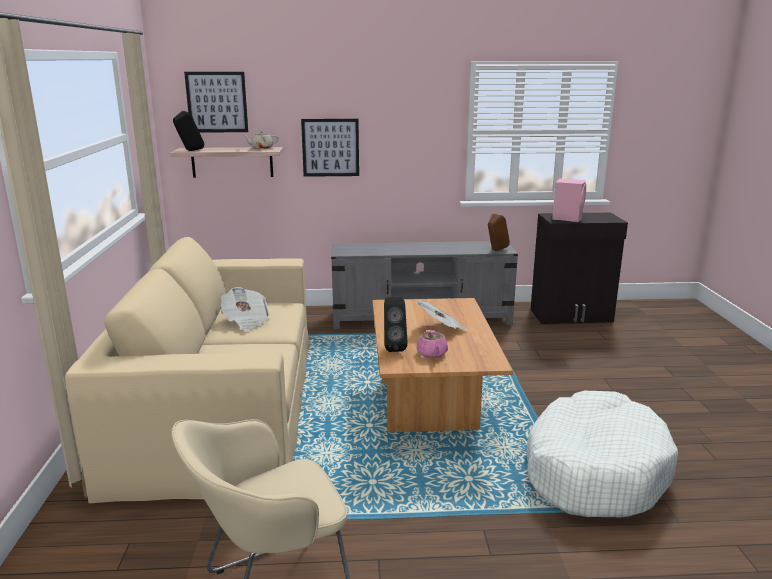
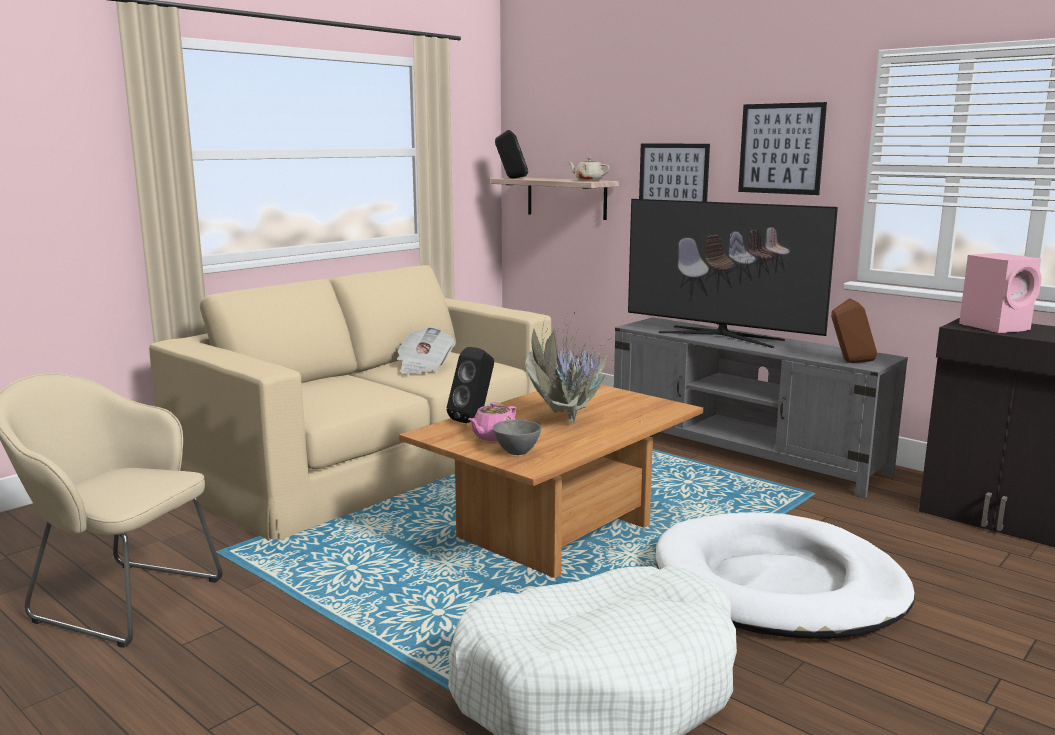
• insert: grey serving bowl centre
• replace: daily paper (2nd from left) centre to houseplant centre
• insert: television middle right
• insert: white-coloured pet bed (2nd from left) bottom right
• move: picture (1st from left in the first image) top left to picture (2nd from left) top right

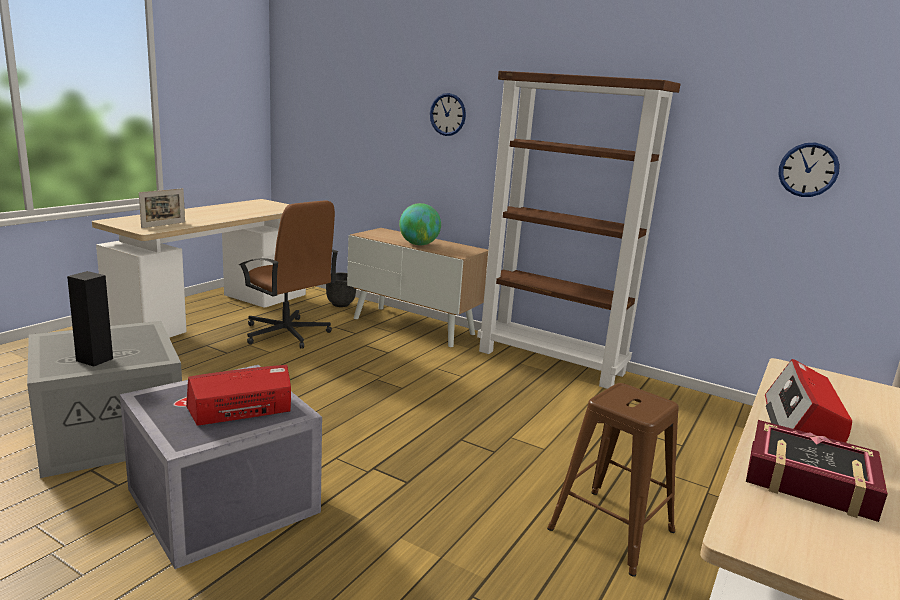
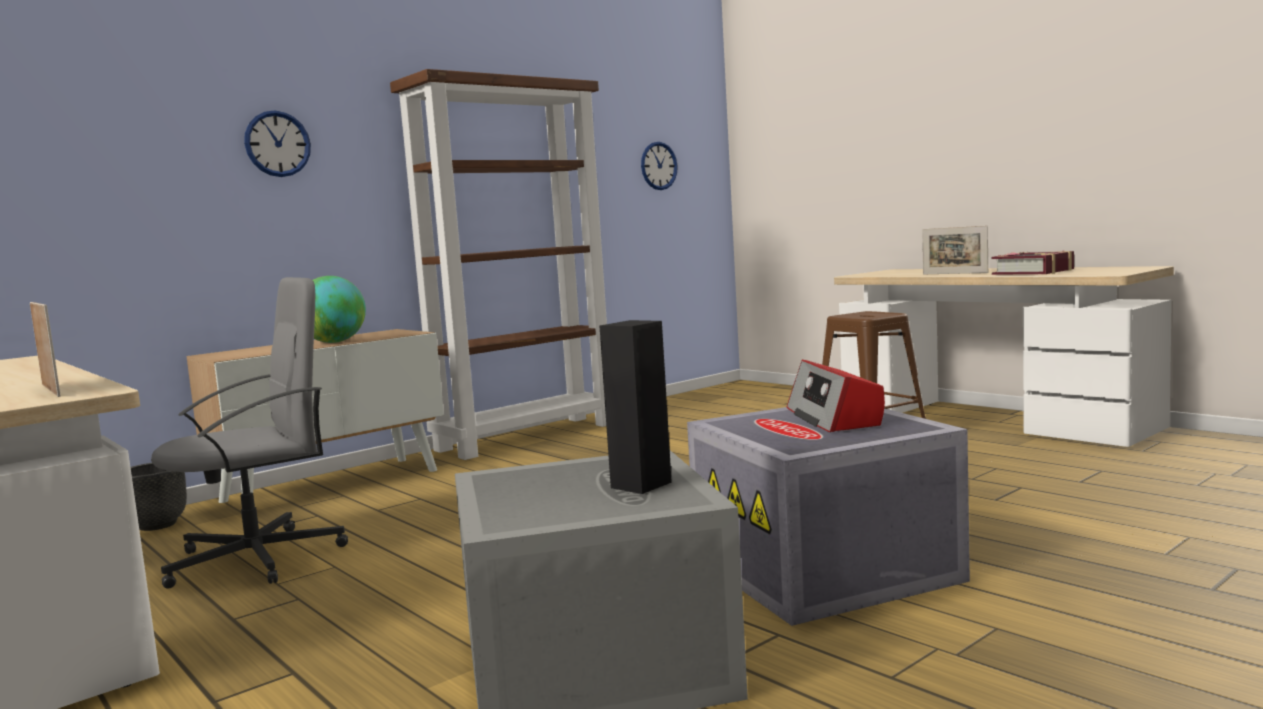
• recolor: brown-coloured computer chair middle left to grey computer chair middle left
• replace: radio (2nd from left) bottom right to photo frame (2nd from left) middle right

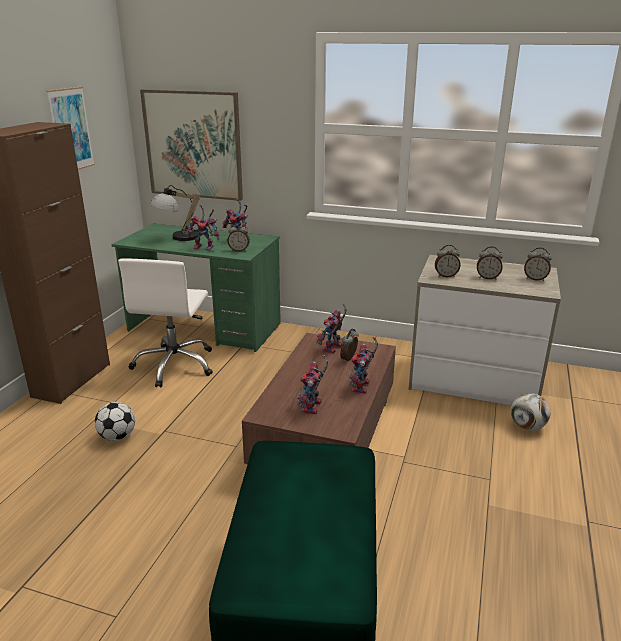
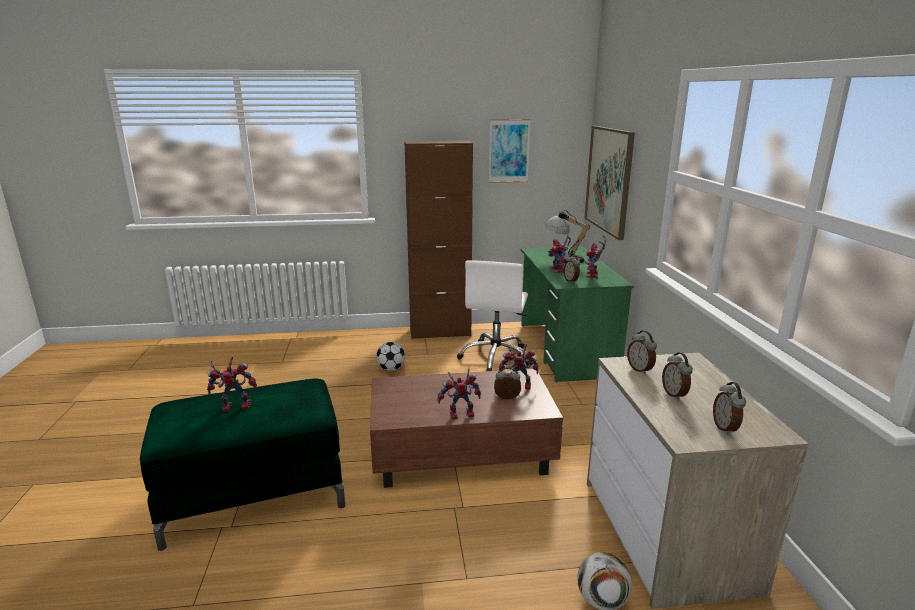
• move: robot figure (3rd from left in the first image) centre to robot figure (1st from left) middle left
• rotate: white-coloured computer chair middle left = centre 60 degrees counterclockwise

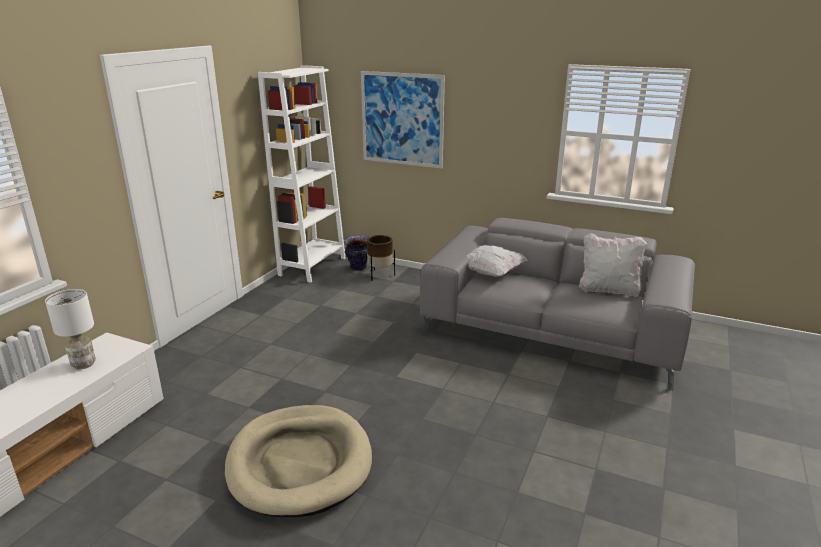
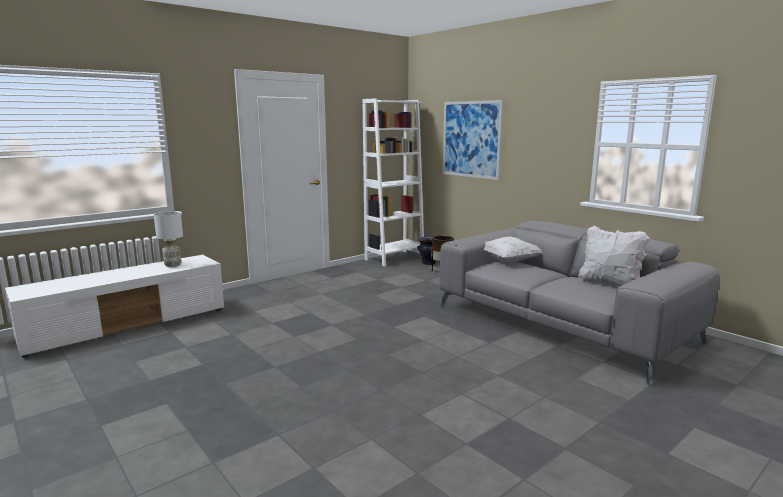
• delete: beige pet bed bottom centre

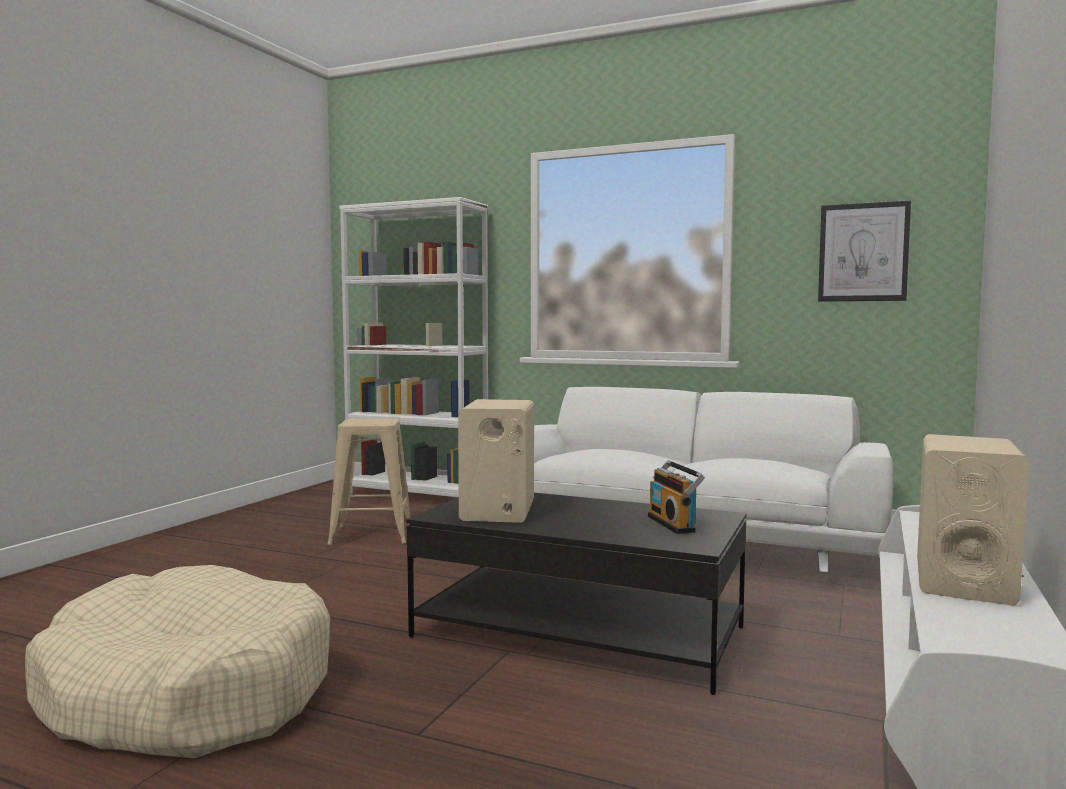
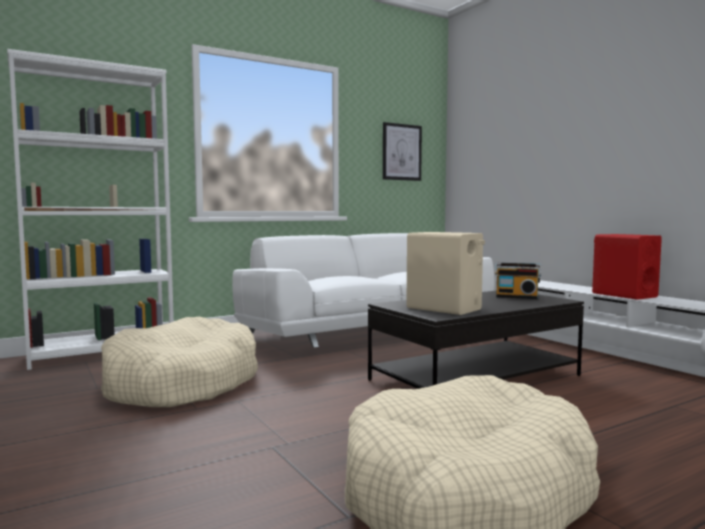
• replace: beige stool centre to beige pet bed (1st from left) bottom left
• recolor: beige loudspeaker (2nd from left) middle right to reddish loudspeaker middle right

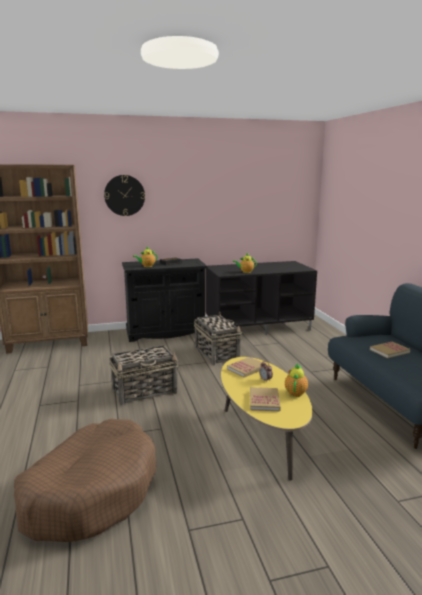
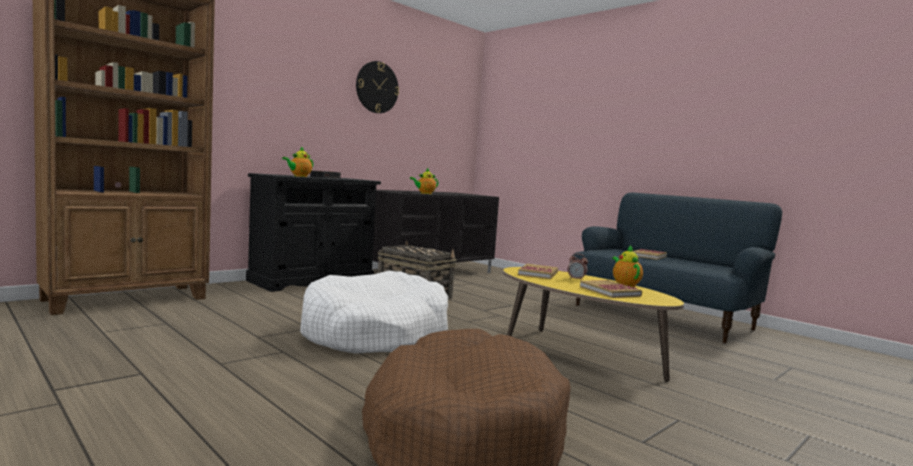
• replace: storage basket (1st from left) centre to white-coloured pet bed bottom centre
• move: wall clock top left to top centre

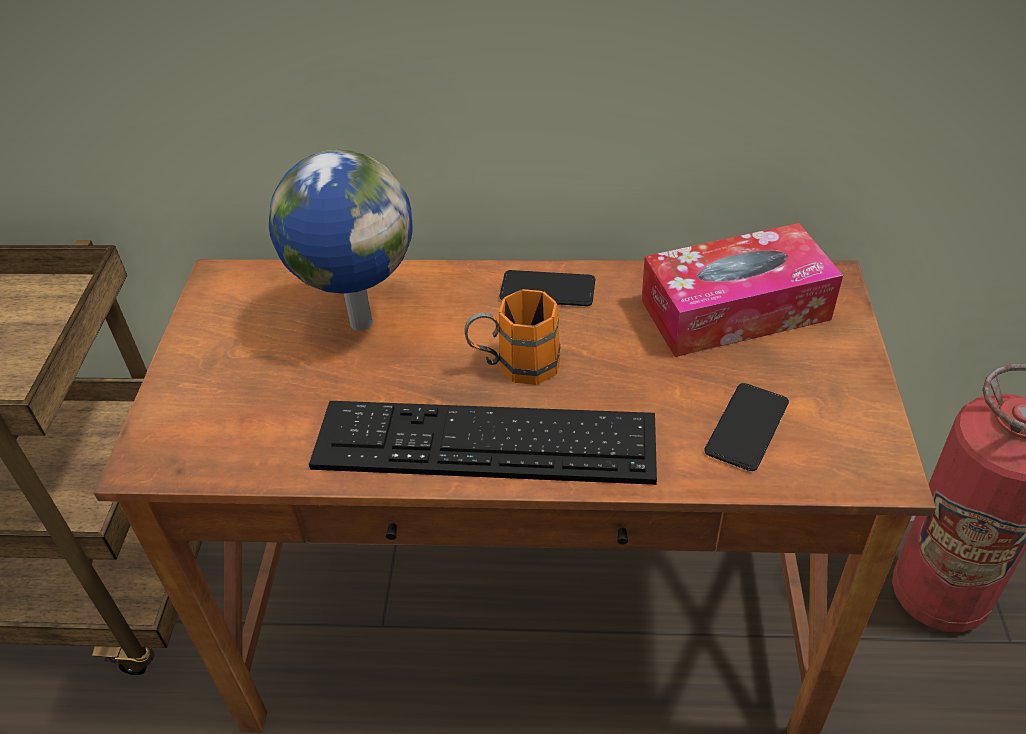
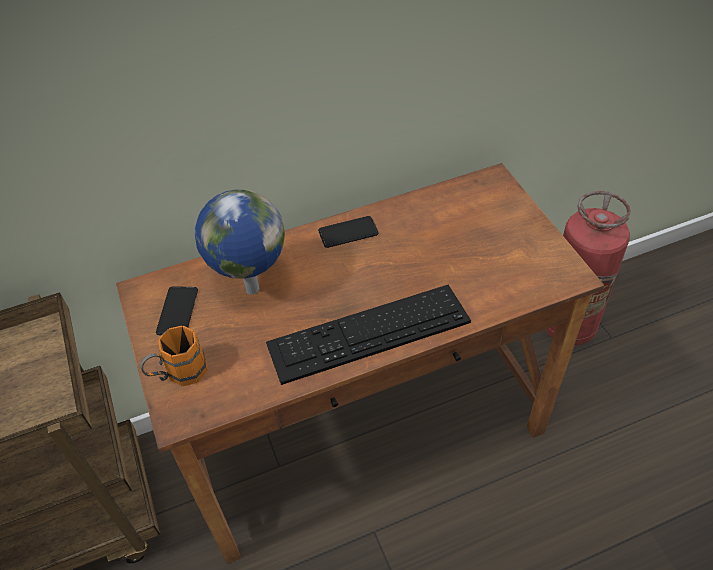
• move: orangey mug centre to middle left
• move: handset (2nd from left in the first image) middle right to handset (1st from left) middle left
• delete: box of tissues middle right

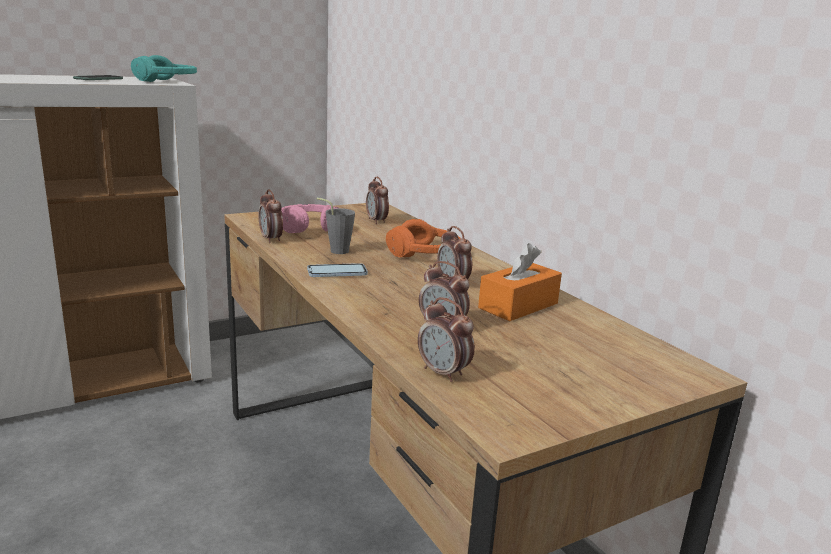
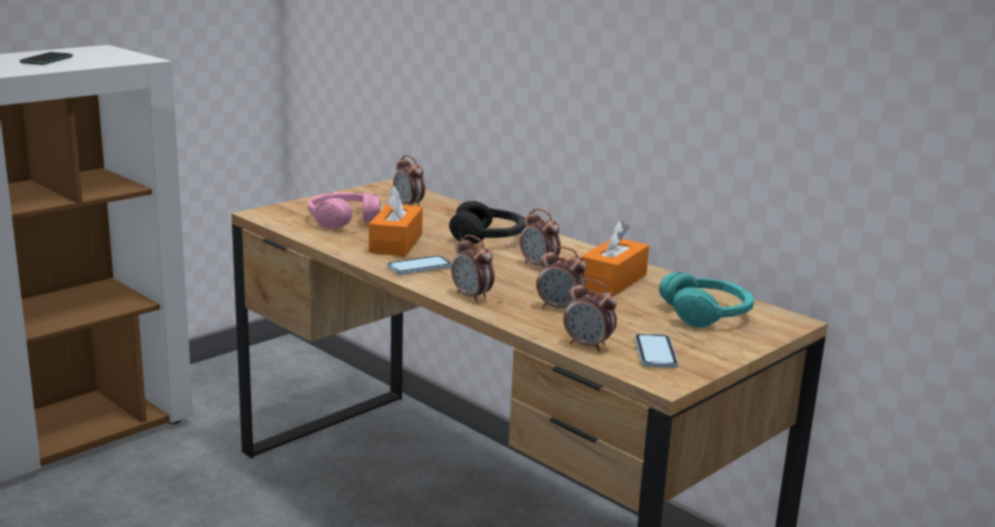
• replace: grey cup centre to orangey box of tissues (1st from left) centre
• recolor: orangey pair of headphones centre to black-coloured pair of headphones centre
• move: table clock (1st from left in the first image) middle left to table clock (2nd from left) centre
• insert: handset (3rd from left) centre
• move: turquoise-coloured pair of headphones top left to middle right

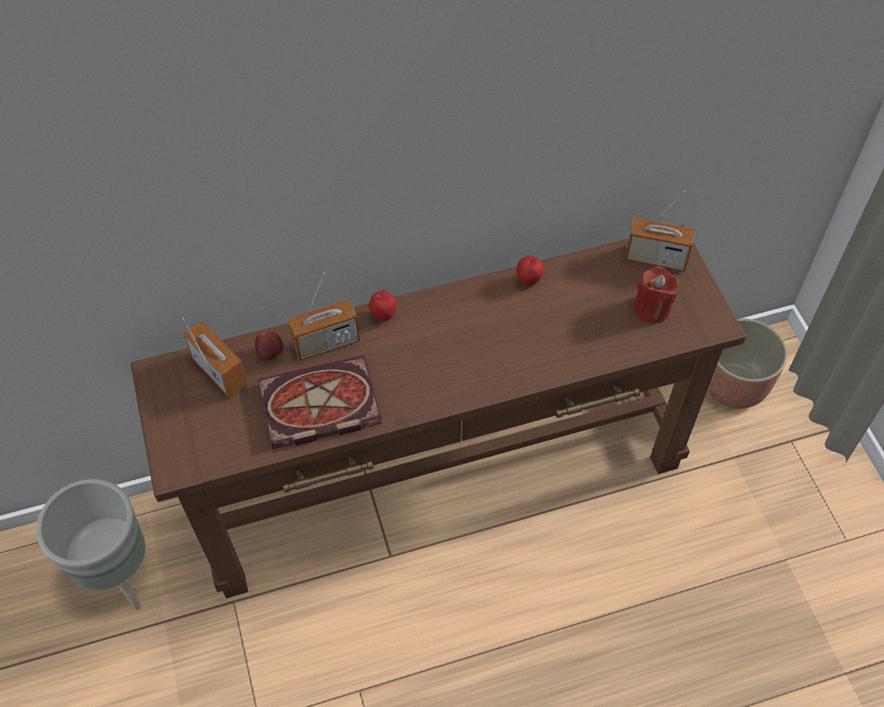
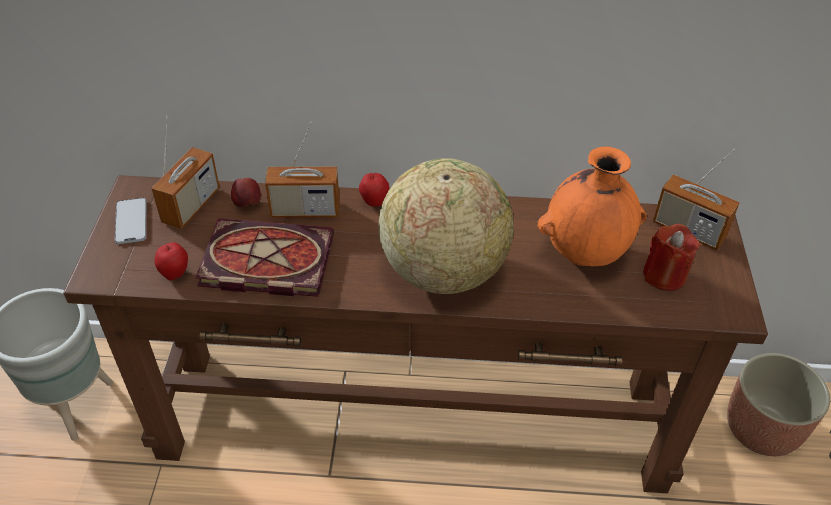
• insert: handset middle left
• rotate: radio (1st from left) middle left = middle left 45 degrees clockwise
• move: apple fruit (3rd from left in the first image) centre to apple fruit (1st from left) middle left
• insert: desk globe centre
• insert: orangey vase middle right

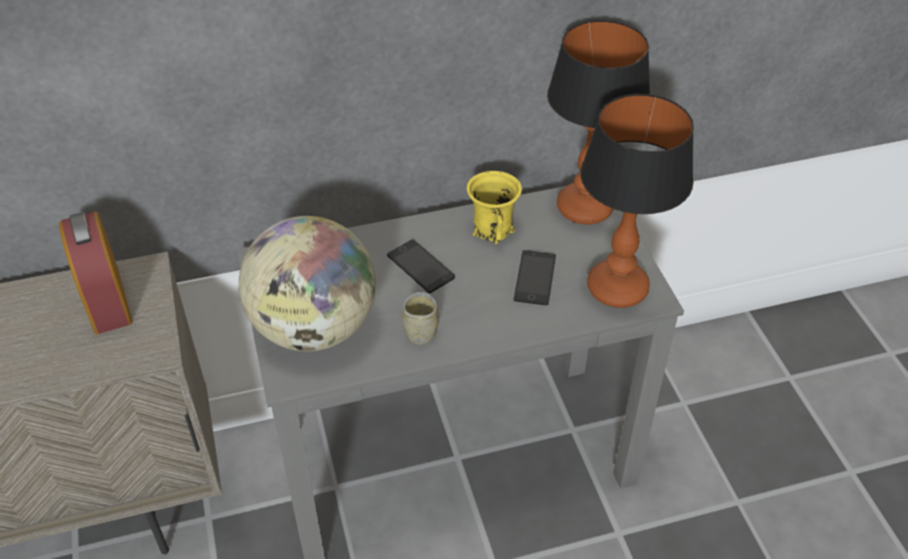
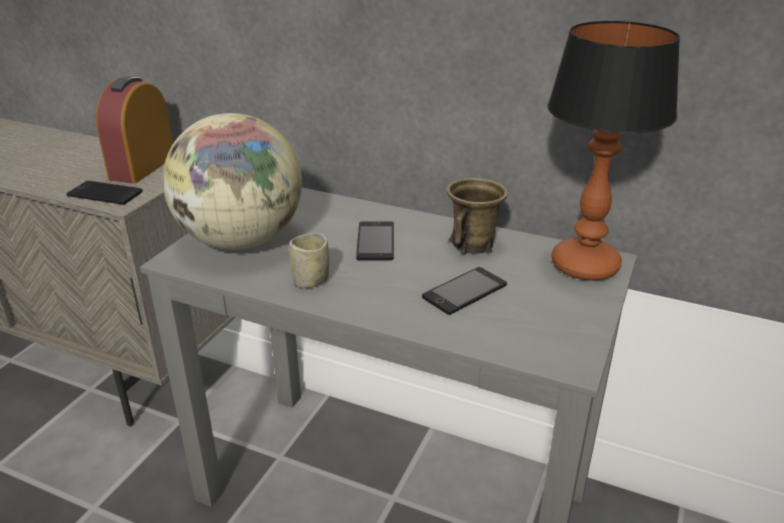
• insert: handset (1st from left) middle left
• recolor: yellow-coloured mug centre to brown-coloured mug centre
• delete: lamp for a table (2nd from left) middle right

